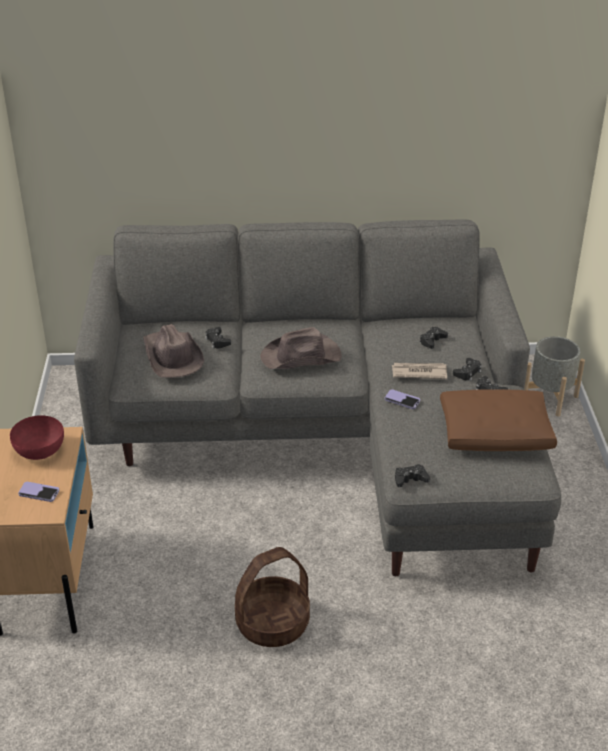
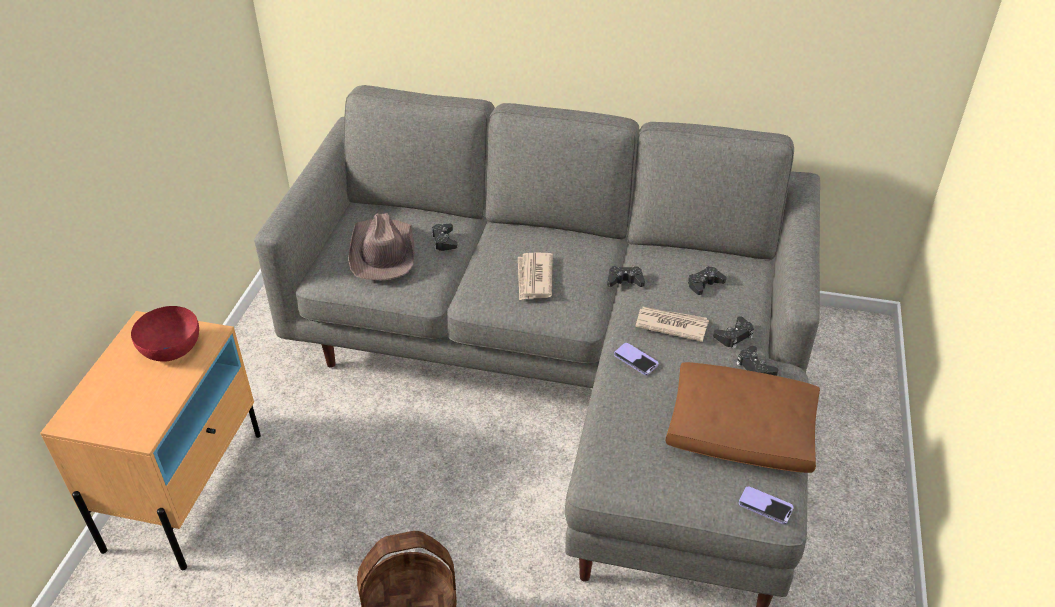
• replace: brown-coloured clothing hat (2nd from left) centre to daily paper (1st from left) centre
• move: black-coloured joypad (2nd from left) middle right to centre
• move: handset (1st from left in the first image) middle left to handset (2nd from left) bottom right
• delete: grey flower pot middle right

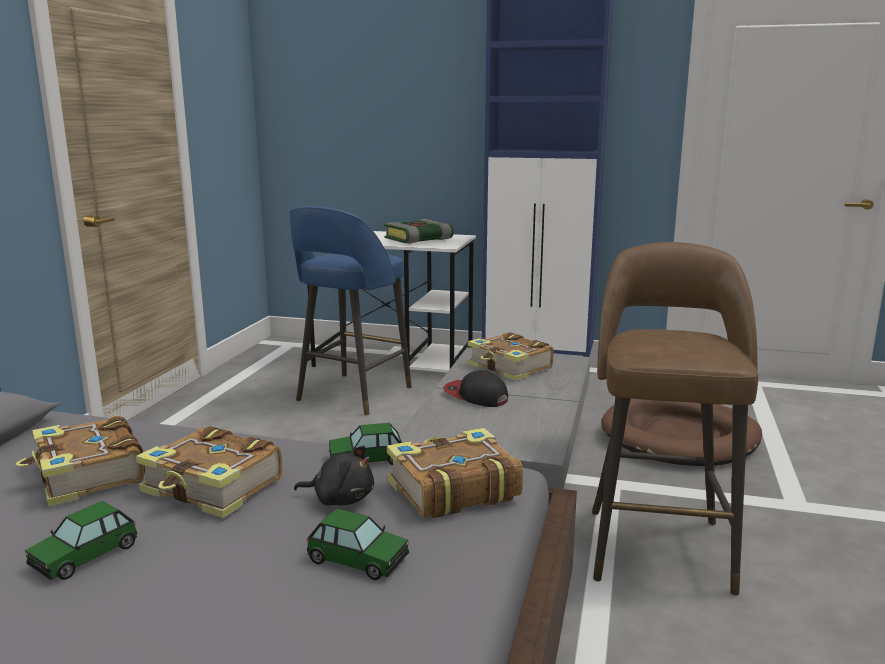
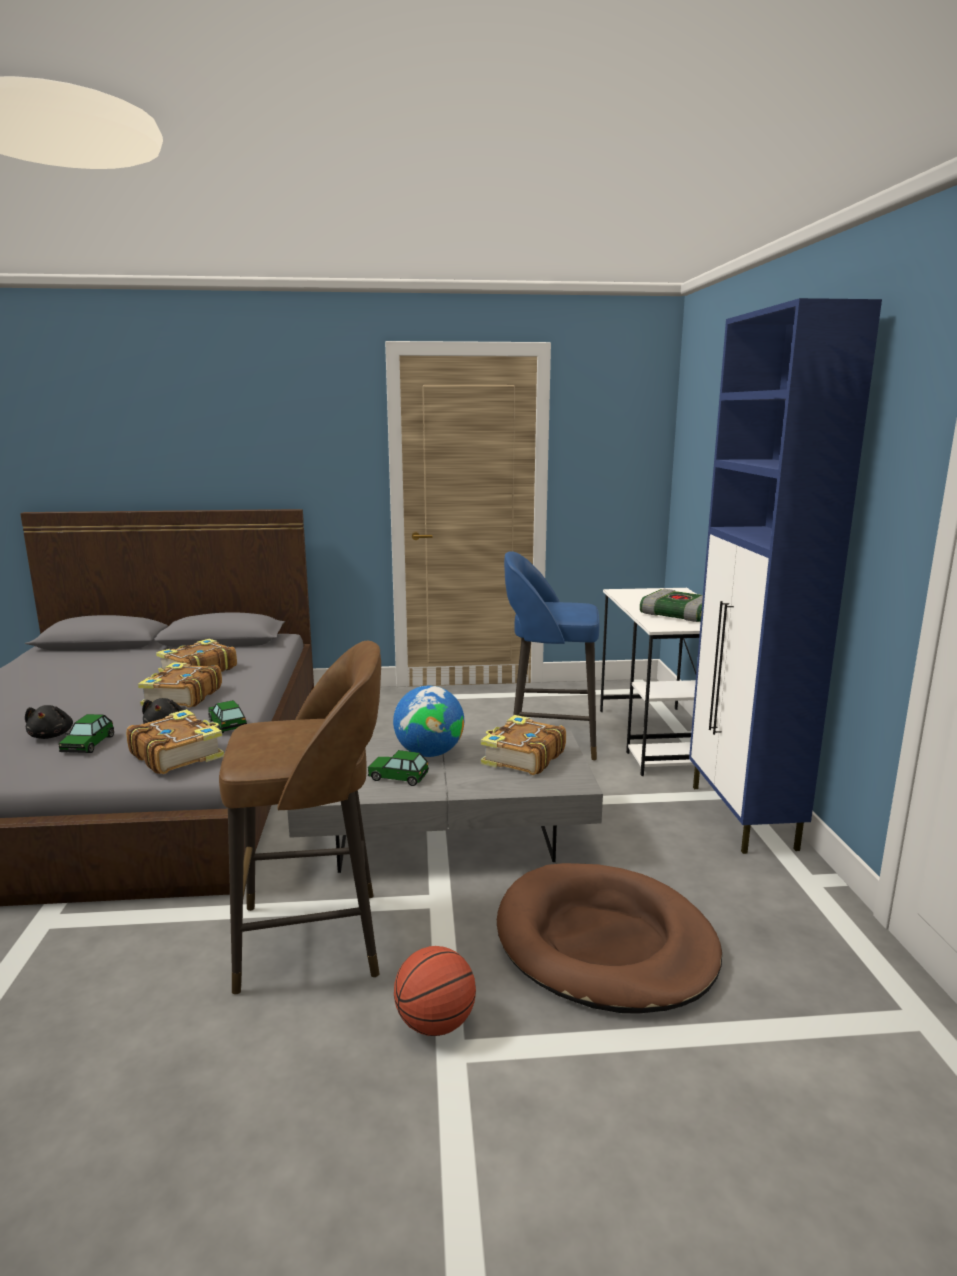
• insert: black-coloured soft toy (1st from left) middle left
• move: model car (1st from left in the first image) bottom left to model car (3rd from left) centre
• replace: peaked cap centre to desk globe centre
• insert: basketball ball bottom centre

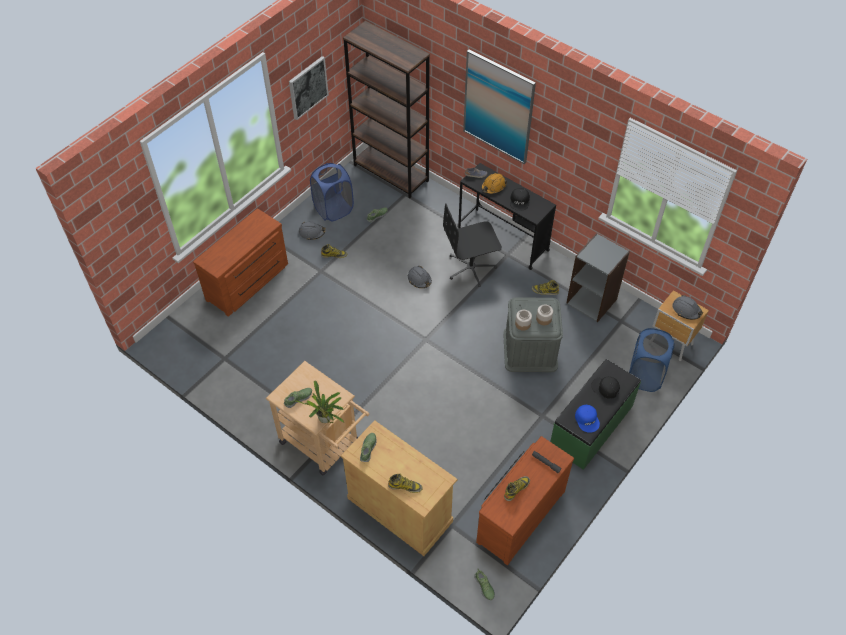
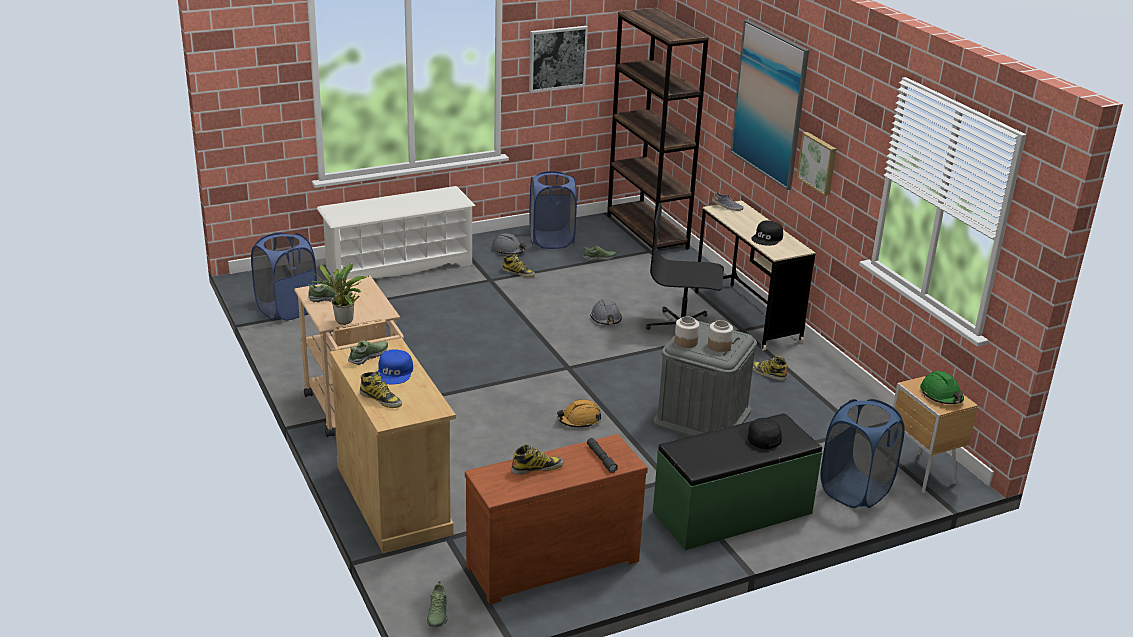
• insert: bluish laundry basket (1st from left) middle left
• replace: brown-coloured dresser (1st from left) middle left to white-coloured shoe stand centre
• move: bluish peaked cap middle right to centre
• move: orangey work helmet top centre to centre
• recolor: black-coloured desk table centre to beige desk table centre
• insert: picture (3rd from left) top right
• recolor: grey work helmet (3rd from left) middle right to green-coloured work helmet middle right
• delete: grey shelving unit middle right

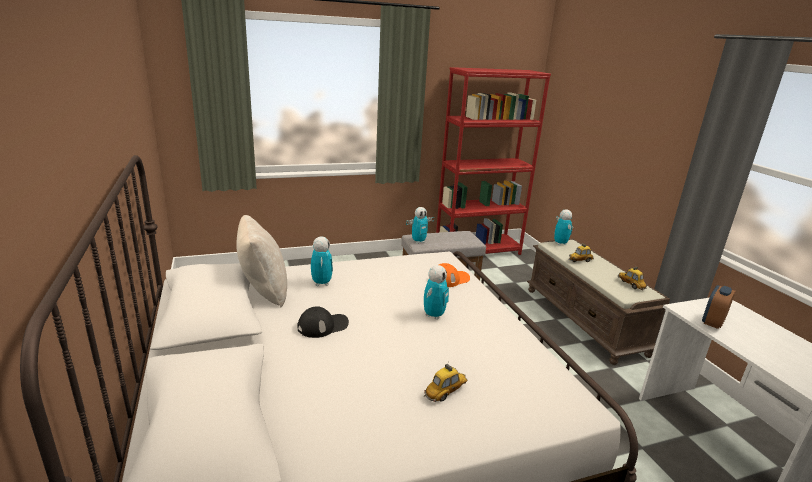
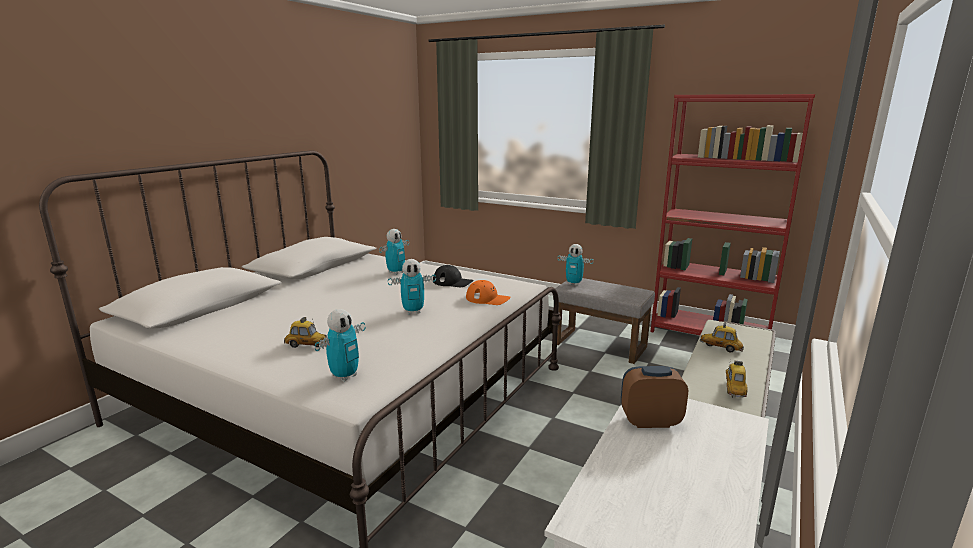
• move: robot figure (4th from left in the first image) middle right to robot figure (1st from left) centre
• move: black-coloured peaked cap bottom centre to centre
• delete: beige throw pillow middle left

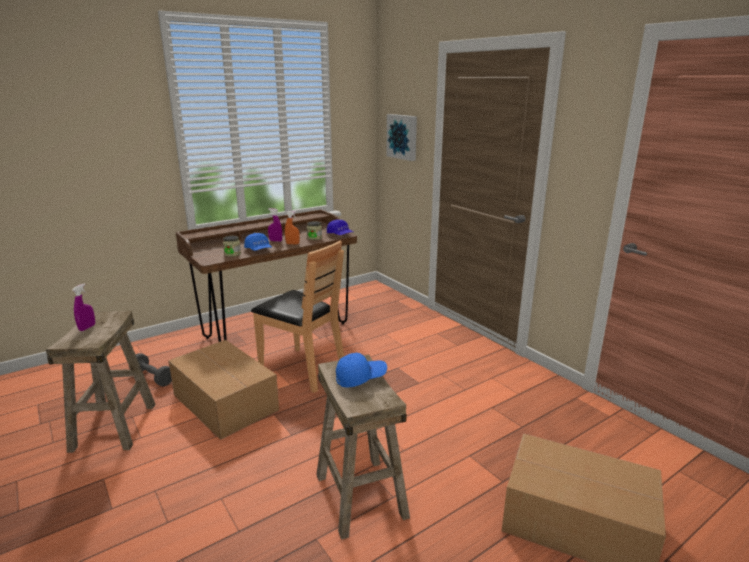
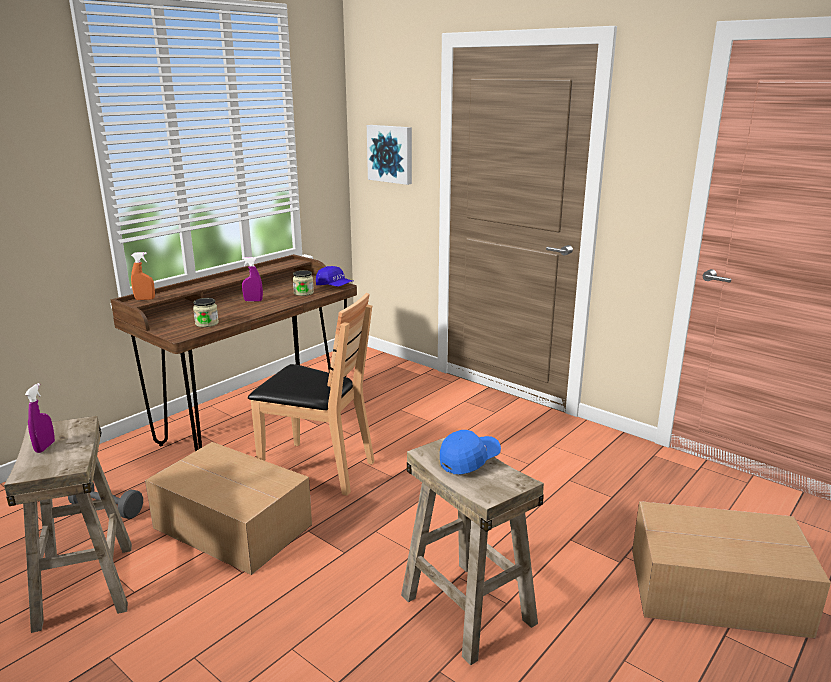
• move: orangey hand sprayer centre to middle left
• delete: bluish peaked cap (1st from left) centre

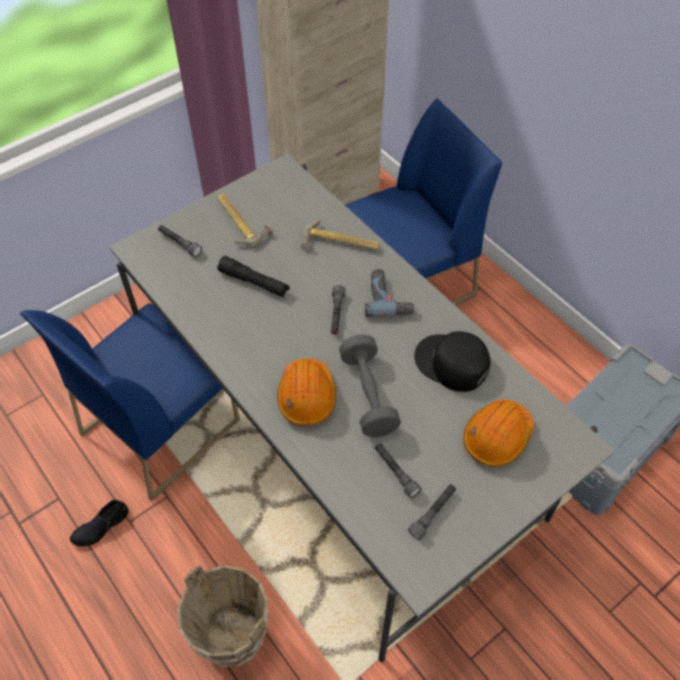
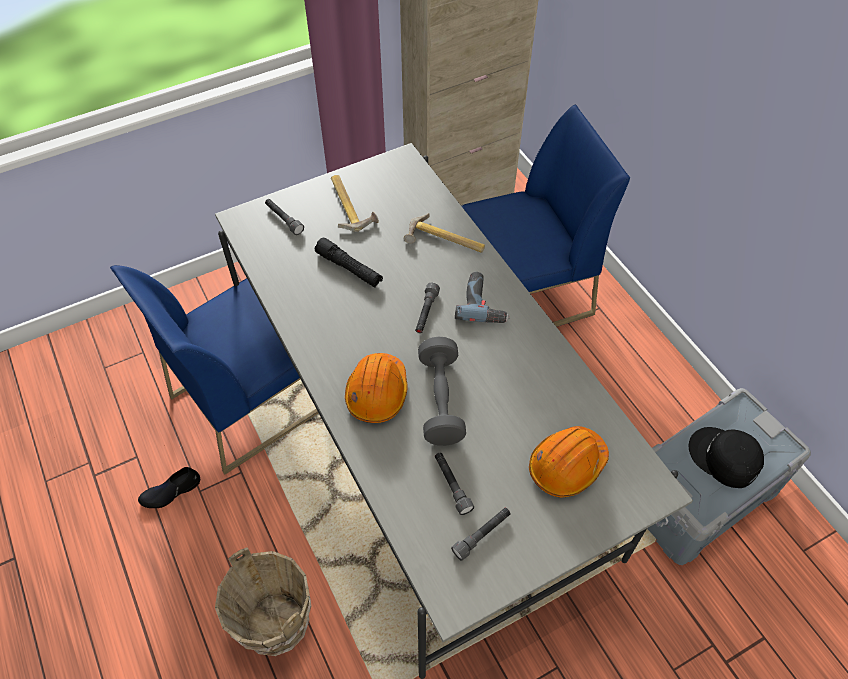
• move: black-coloured peaked cap centre to bottom right

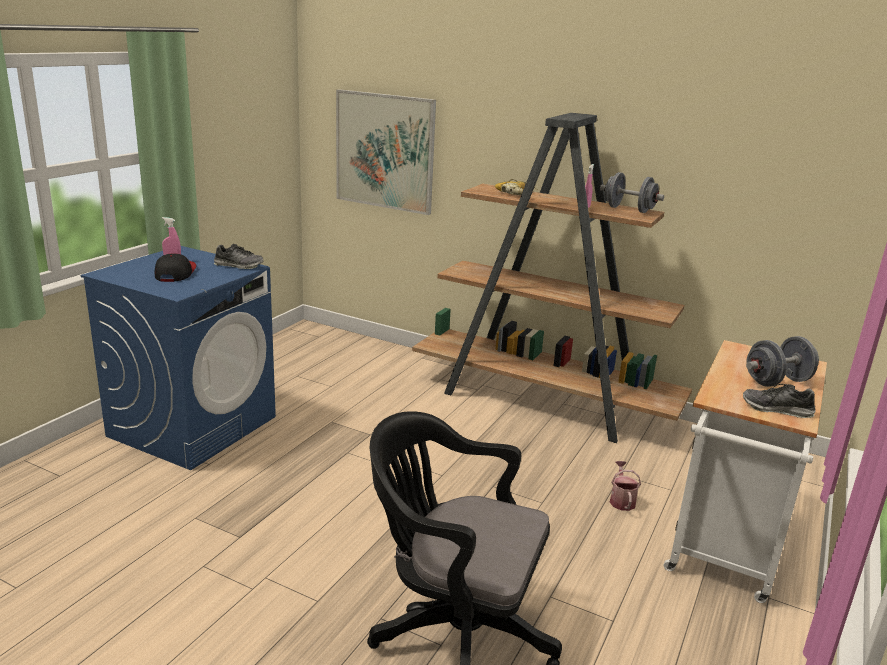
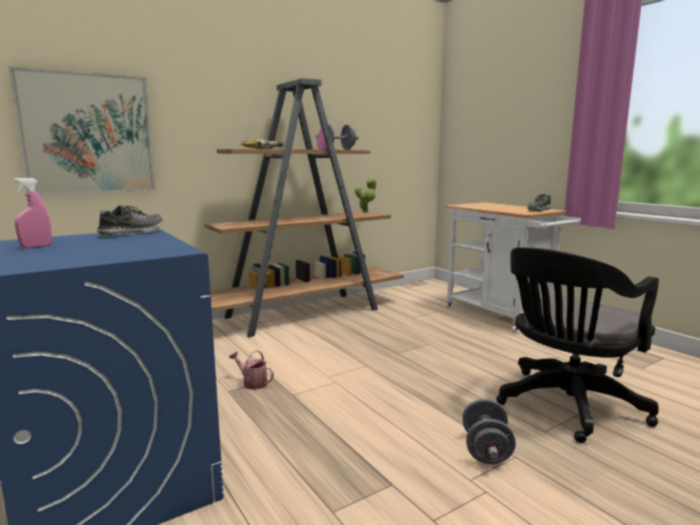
• move: sprinkling can bottom right to bottom centre
• insert: houseplant centre
• move: grey hand weight (2nd from left) middle right to bottom right
• delete: peaked cap middle left

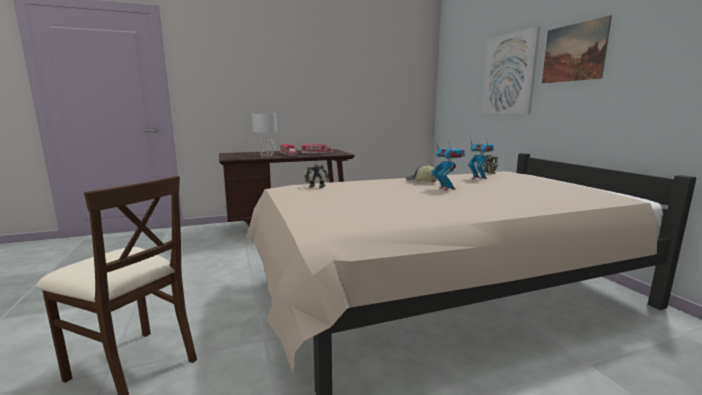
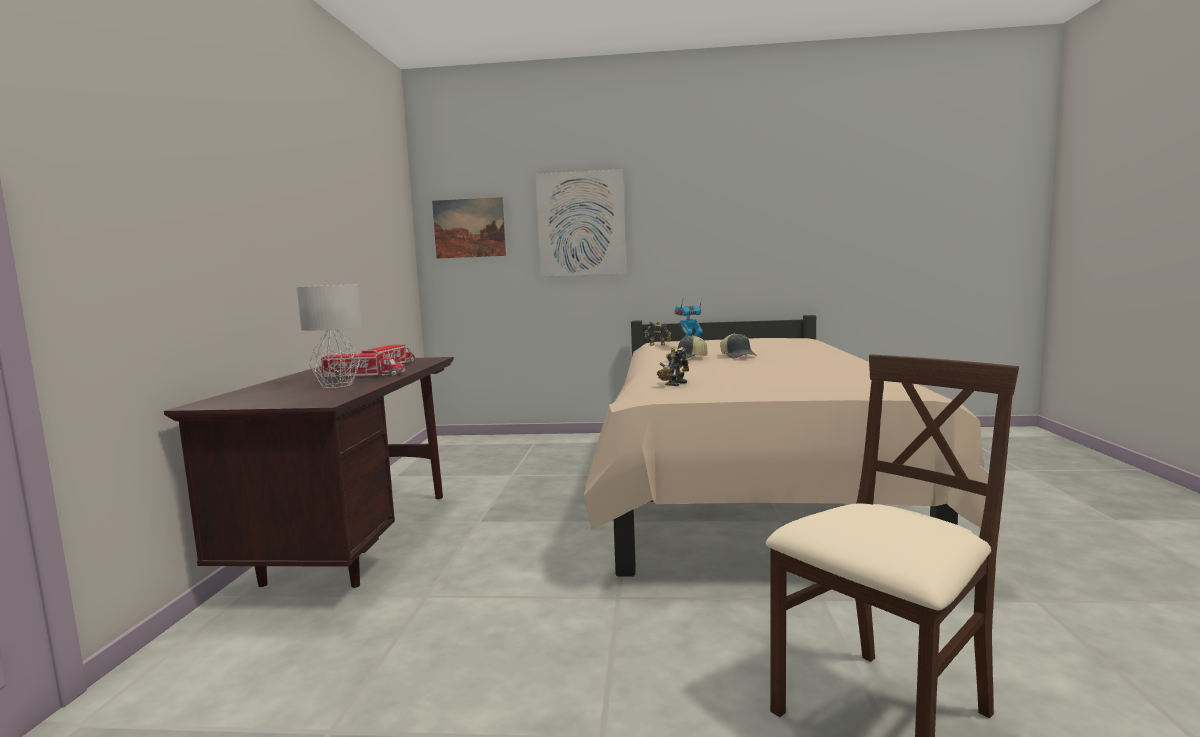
• move: picture (2nd from left in the first image) top right to picture (1st from left) top centre
• replace: robot figure (2nd from left) centre to peaked cap (2nd from left) centre

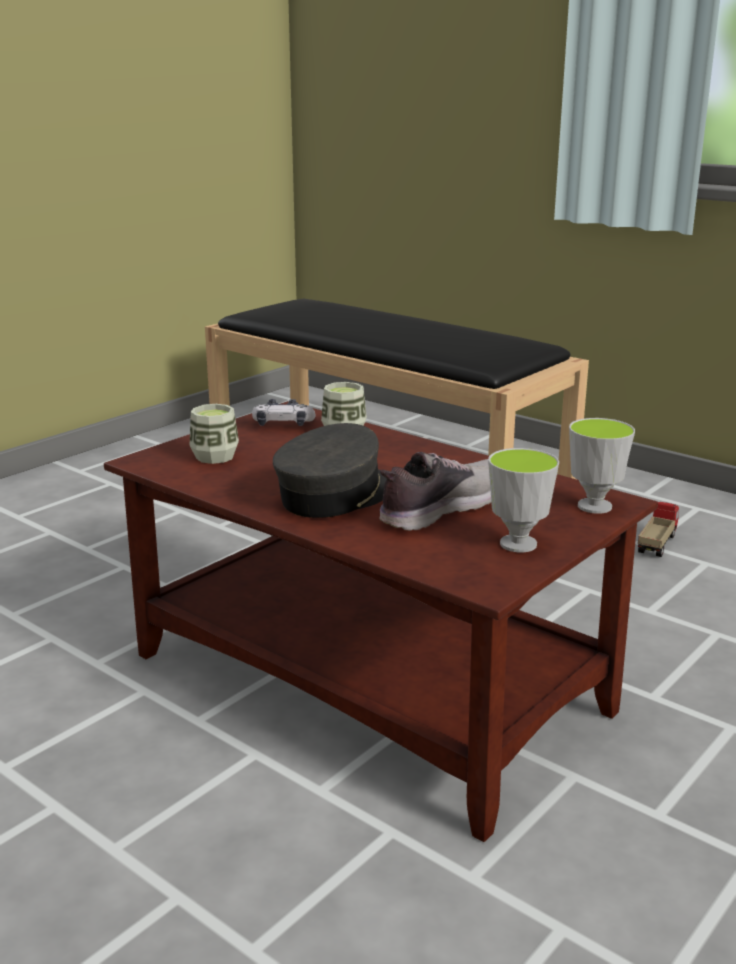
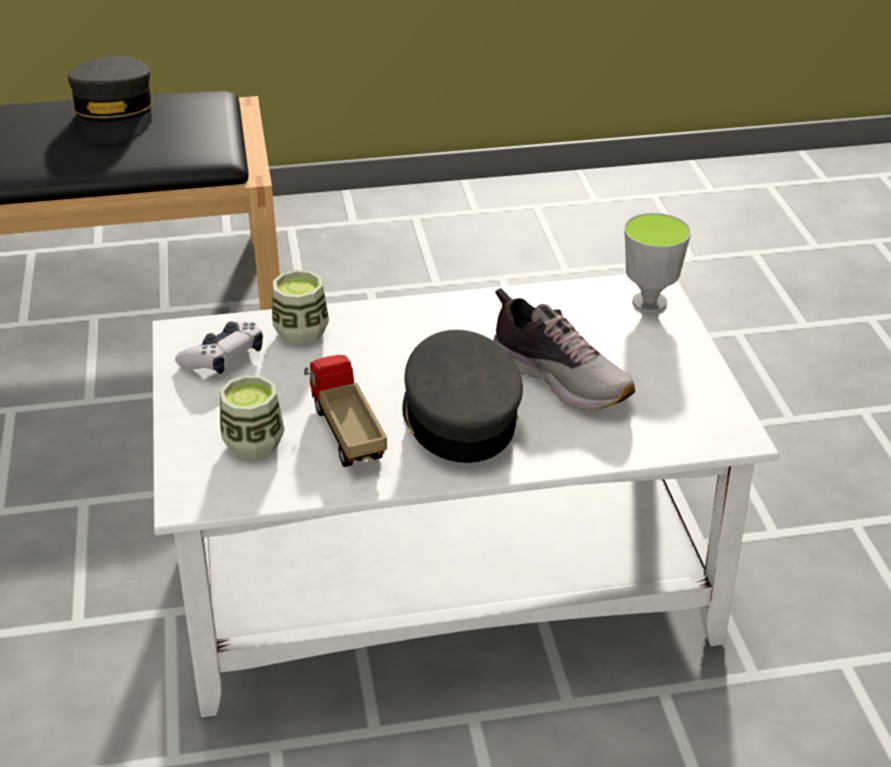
• insert: grey peaked cap (1st from left) top left
• recolor: brown-coloured low table centre to white-coloured low table centre
• move: toy truck middle right to centre
• rotate: low shoe centre = centre 135 degrees clockwise
• delete: cup (3rd from left) middle right

